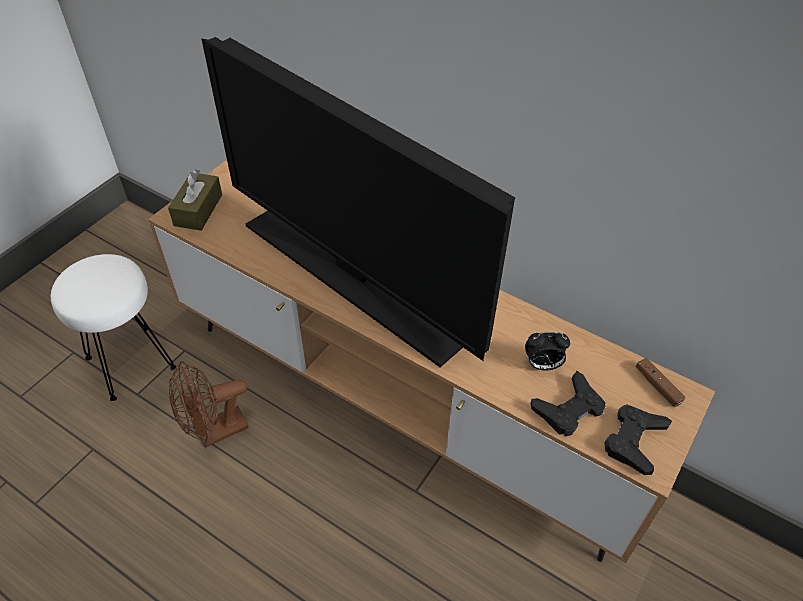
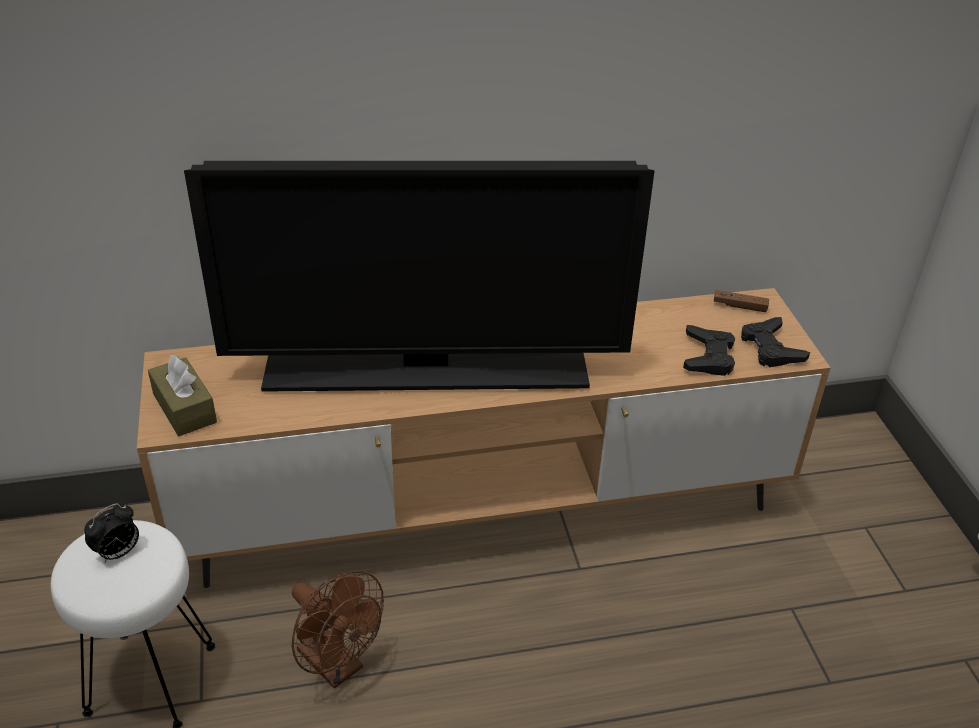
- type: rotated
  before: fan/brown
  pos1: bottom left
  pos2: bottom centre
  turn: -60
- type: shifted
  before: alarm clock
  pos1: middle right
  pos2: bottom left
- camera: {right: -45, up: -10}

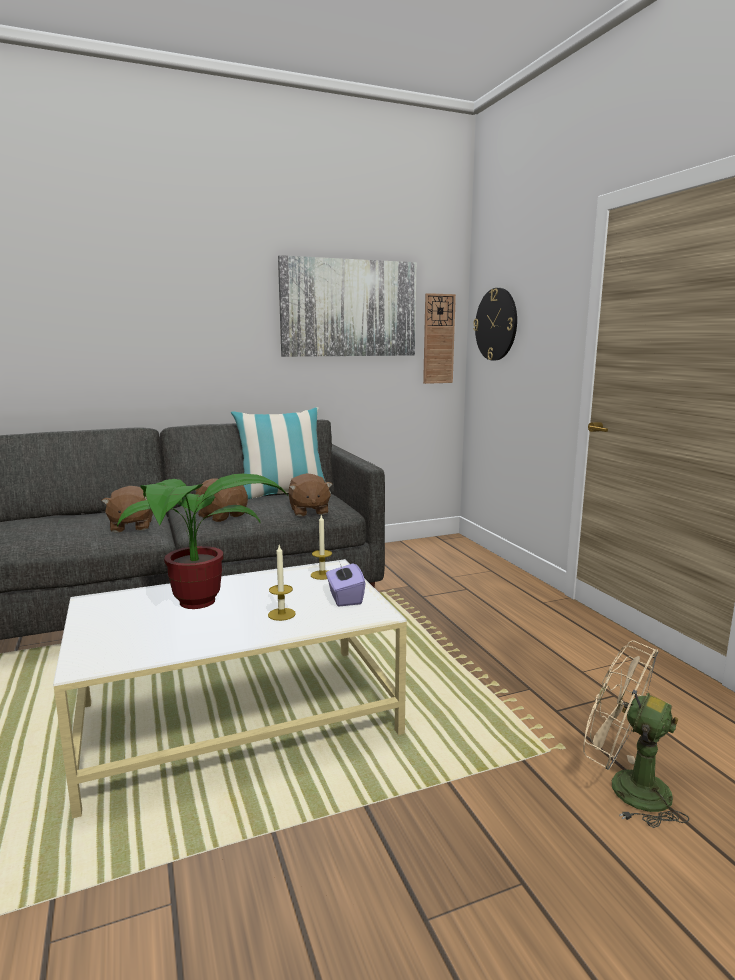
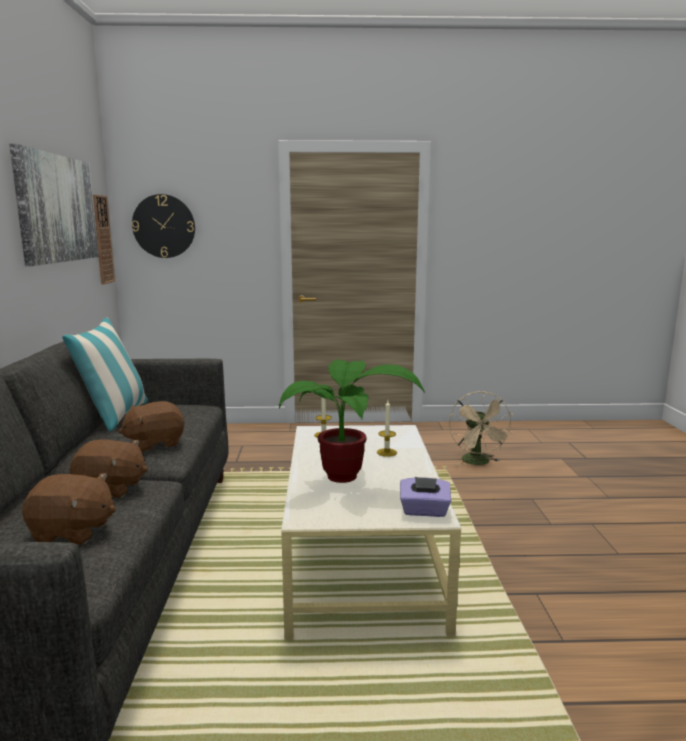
- type: shifted
  before: plush toy/brown (no. 3 from left in the first image)
  after: plush toy/brown (no. 1 from left)
  pos1: centre
  pos2: bottom left
- type: shifted
  before: tissue box/purple
  pos1: centre
  pos2: bottom centre
- type: rotated
  before: fan/beige
  pos1: bottom right
  pos2: middle right
  turn: -60
- camera: {right: -70, up: 0}

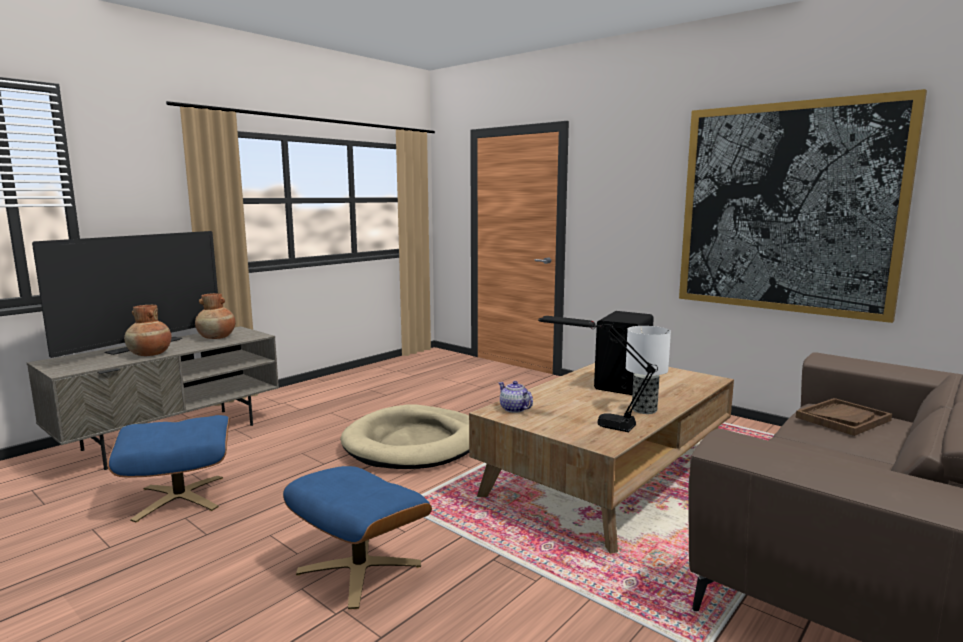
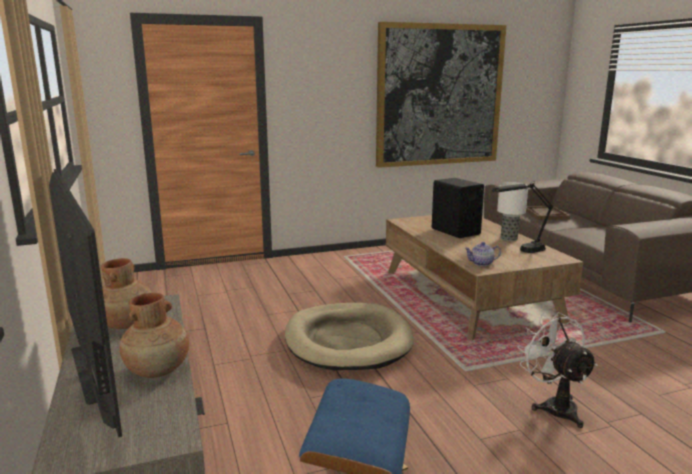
- type: swapped
  before: ottoman/blue (no. 2 from left)
  after: fan/white
  pos1: bottom centre
  pos2: bottom right
- camera: {right: -60, up: 5}

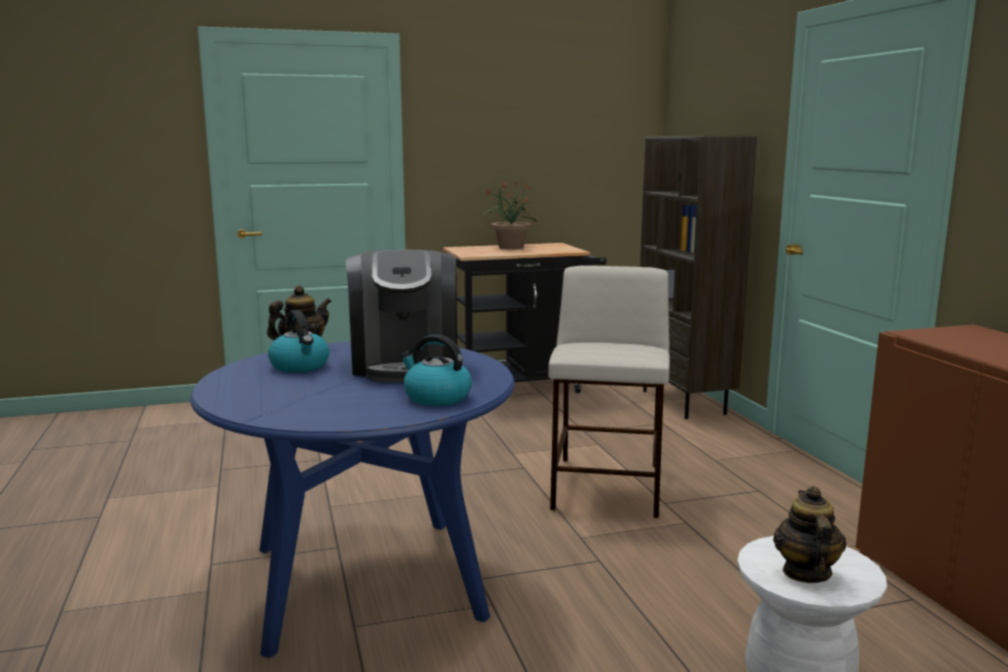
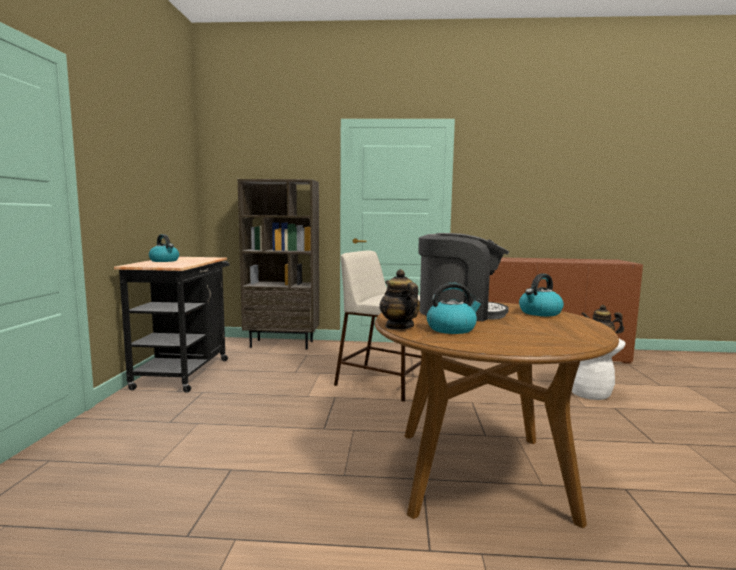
- type: repainted
  before: dining table/blue
  after: dining table/brown
  pos1: bottom centre
  pos2: bottom right
- type: swapped
  before: potted plant
  after: kettle (no. 1 from left)
  pos1: top centre
  pos2: middle left
- camera: {right: -70, up: -5}

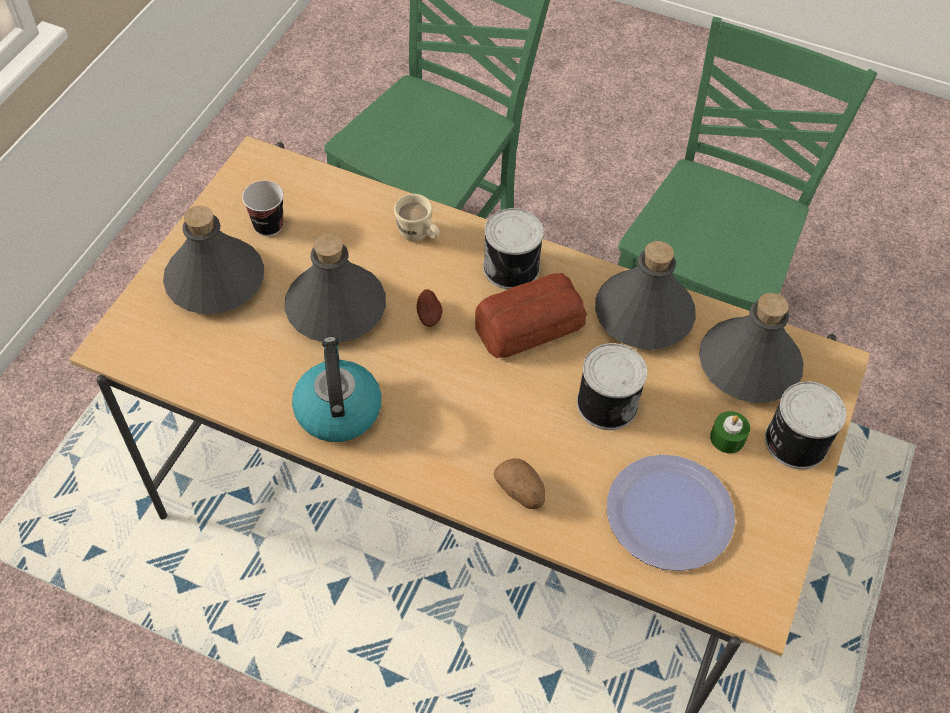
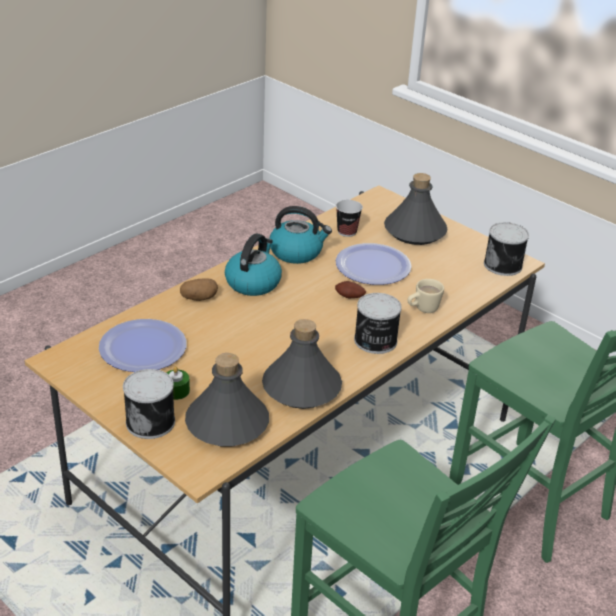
- type: shifted
  before: cup
  pos1: top left
  pos2: centre
- type: swapped
  before: bottle/grey (no. 2 from left)
  after: plate (no. 2 from left)
  pos1: centre
  pos2: centre
- type: gone
  before: bread
  pos1: centre
- type: shifted
  before: can (no. 2 from left in the first image)
  after: can (no. 3 from left)
  pos1: centre
  pos2: middle right
- type: new
  after: kettle (no. 1 from left)
  pos2: centre
- camera: {right: 110, up: -20}

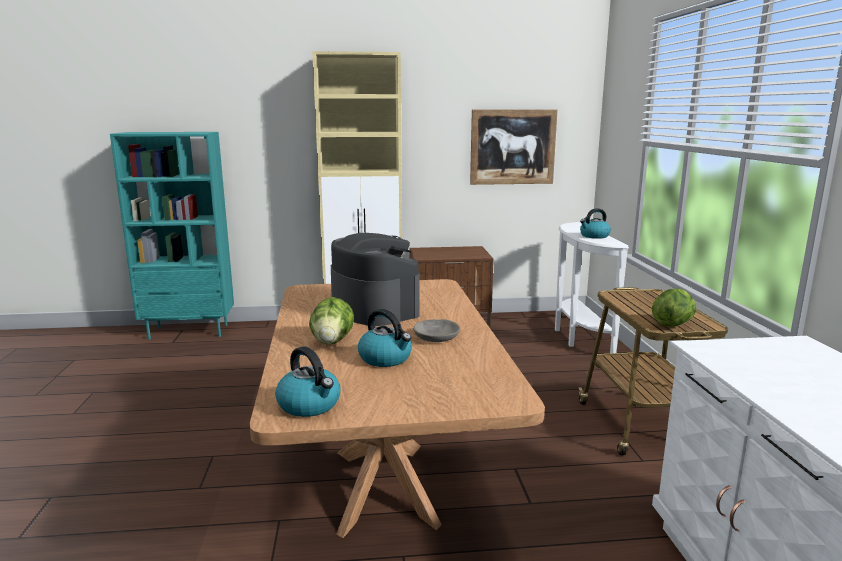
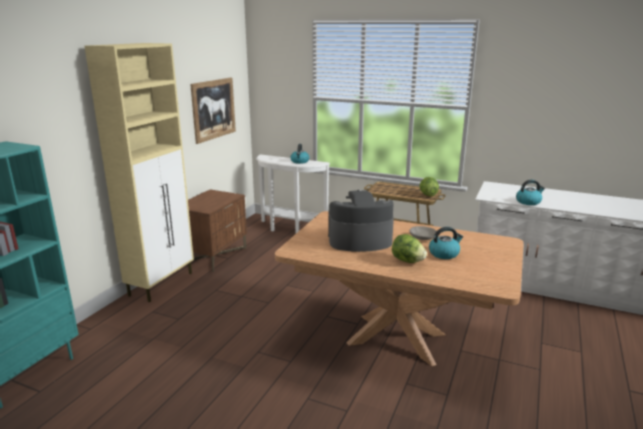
- type: shifted
  before: kettle (no. 1 from left in the first image)
  after: kettle (no. 3 from left)
  pos1: bottom centre
  pos2: middle right
- camera: {right: -60, up: 5}

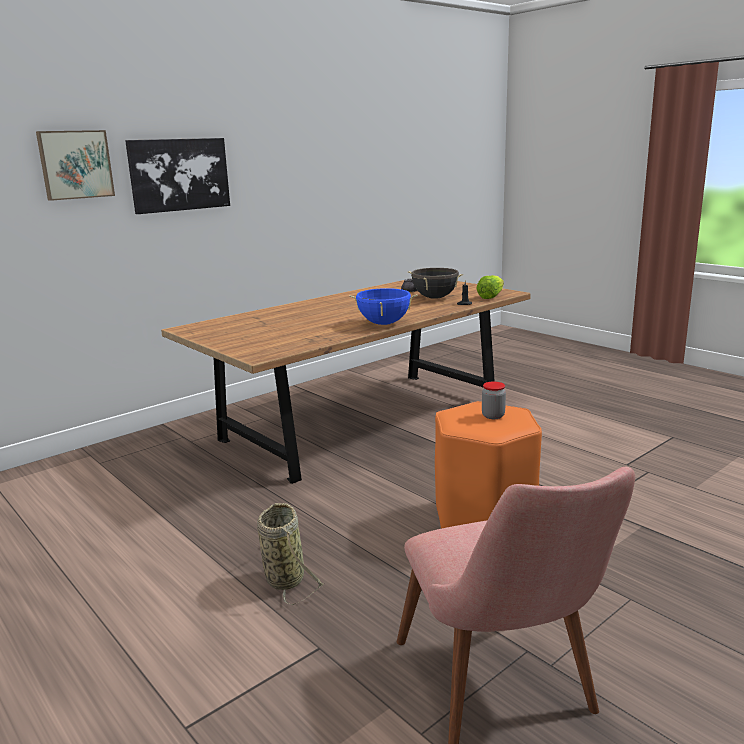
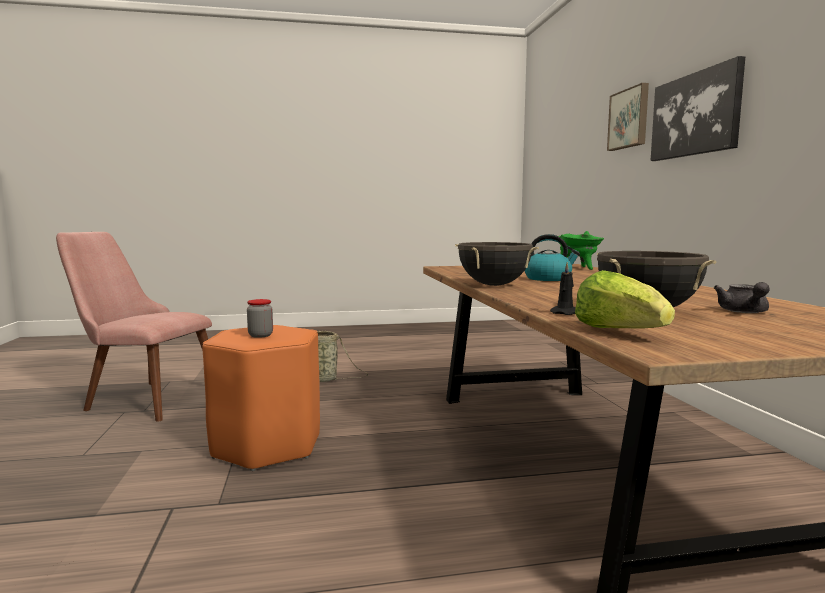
- type: repainted
  before: cooking pot/blue
  after: cooking pot/black (no. 1 from left)
  pos1: centre
  pos2: centre
- type: new
  after: kettle
  pos2: middle right
- type: new
  after: cooking pot/green
  pos2: middle right
- camera: {right: 120, up: -10}

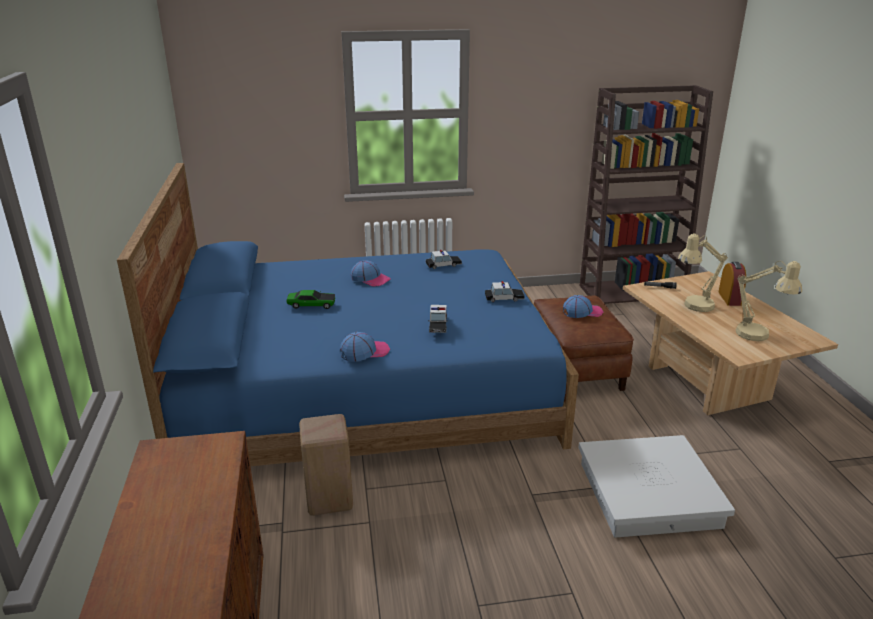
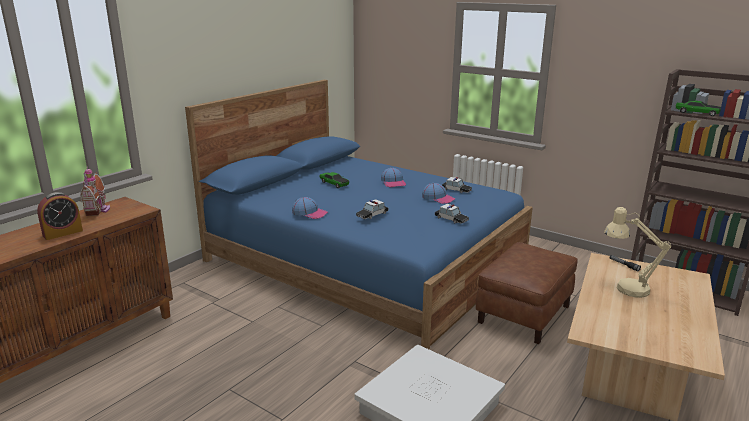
- type: gone
  before: stool/beige
  pos1: bottom centre
- type: shifted
  before: cap (no. 3 from left)
  pos1: middle right
  pos2: centre
- type: shifted
  before: alarm clock
  pos1: middle right
  pos2: middle left
- type: gone
  before: table lamp/beige (no. 2 from left)
  pos1: middle right
- type: new
  after: toy house
  pos2: middle left
- type: new
  after: toy car (no. 5 from left)
  pos2: top right
- camera: {right: 45, up: -5}

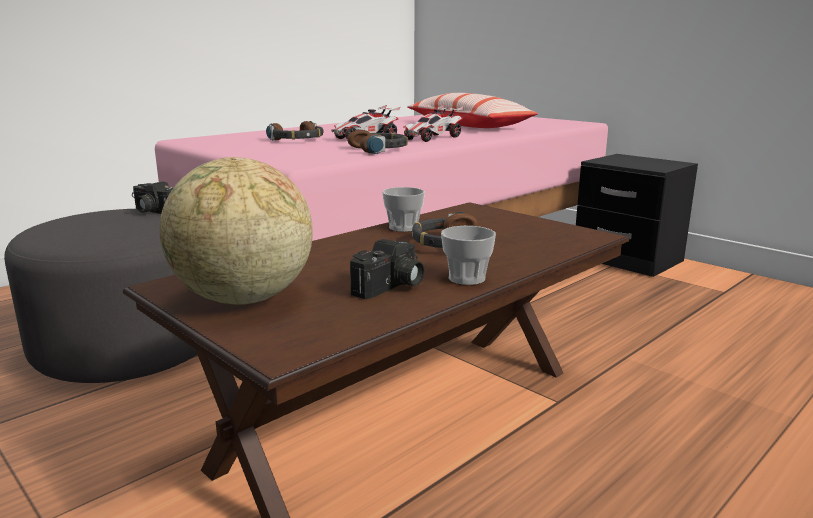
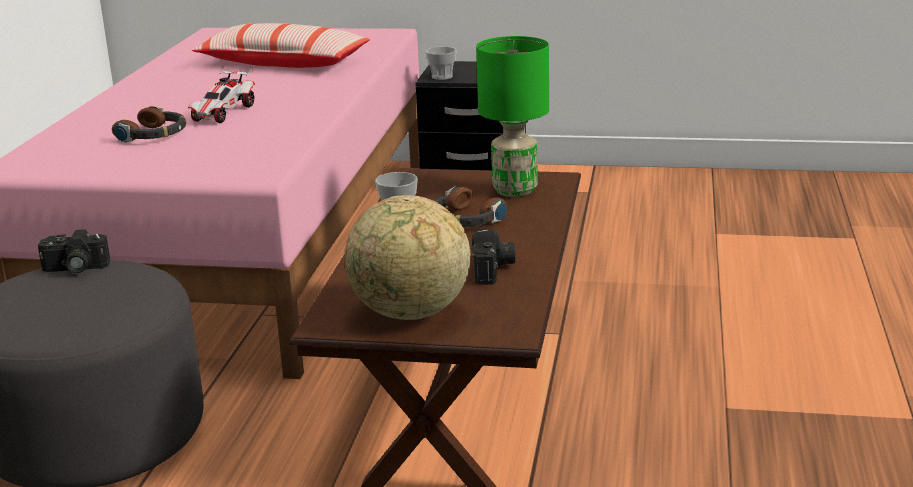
- type: gone
  before: headphones (no. 2 from left)
  pos1: top centre
- type: gone
  before: toy car (no. 2 from left)
  pos1: top centre
- type: shifted
  before: cup (no. 2 from left)
  pos1: centre
  pos2: top centre
- type: new
  after: table lamp/green
  pos2: top centre
- camera: {right: -35, up: 5}

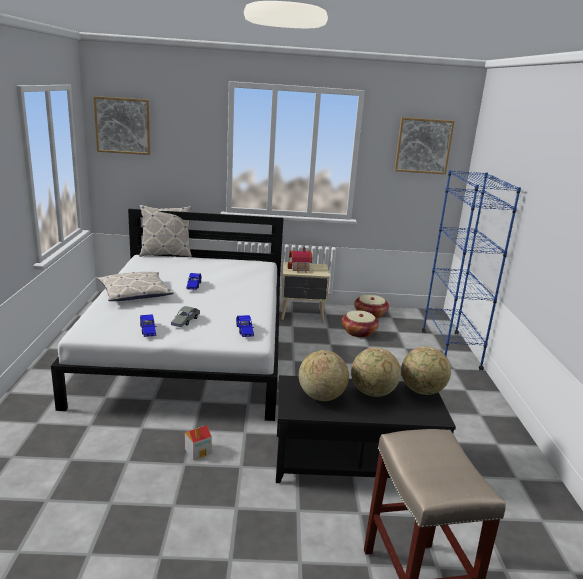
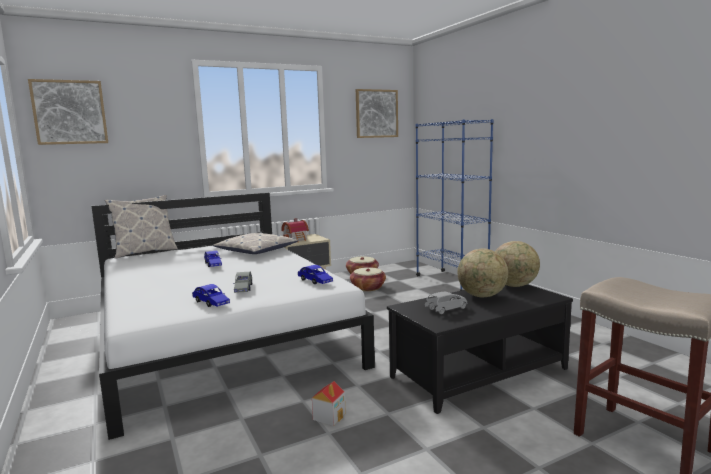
- type: shifted
  before: pillow (no. 1 from left in the first image)
  after: pillow (no. 2 from left)
  pos1: middle left
  pos2: centre
- type: swapped
  before: globe (no. 1 from left)
  after: toy car/grey (no. 2 from left)
  pos1: centre
  pos2: centre
- camera: {right: -25, up: -10}

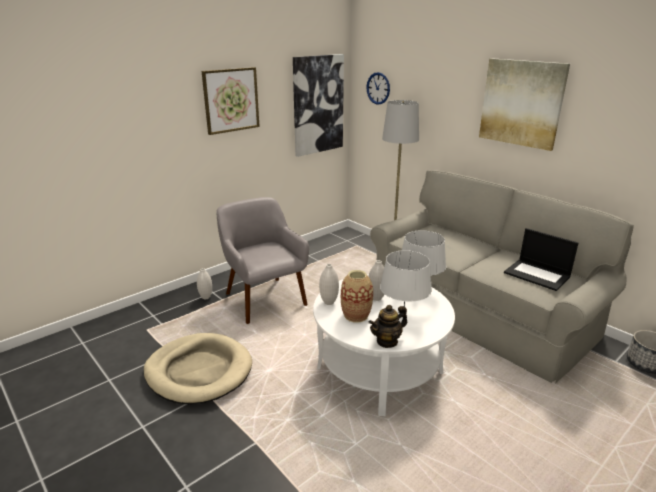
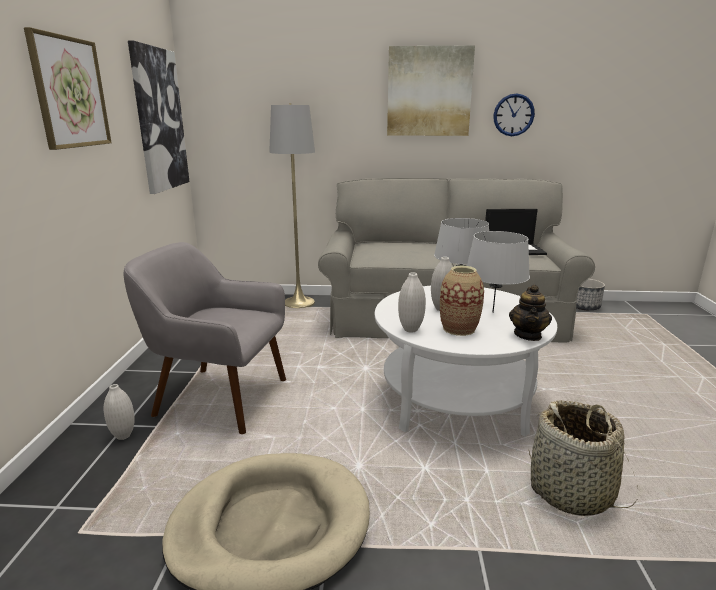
- type: shifted
  before: wall clock
  pos1: top centre
  pos2: top right
- type: new
  after: basket
  pos2: bottom right
- camera: {right: -45, up: -5}

